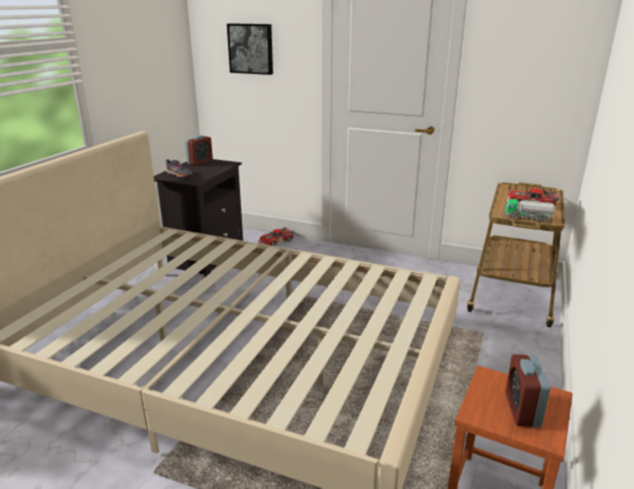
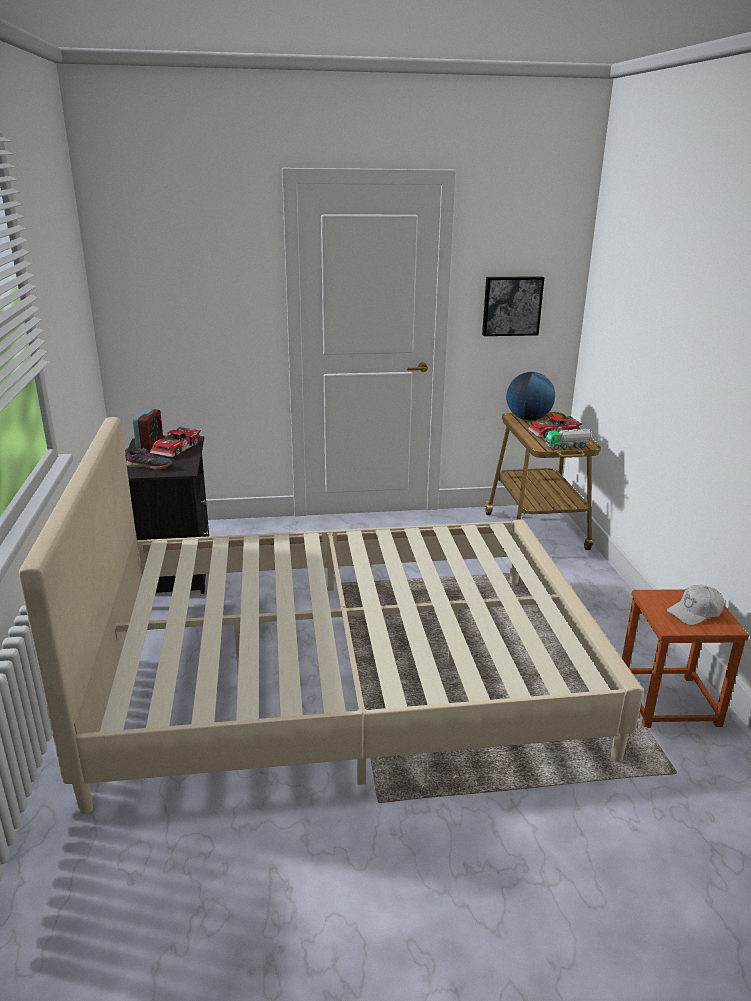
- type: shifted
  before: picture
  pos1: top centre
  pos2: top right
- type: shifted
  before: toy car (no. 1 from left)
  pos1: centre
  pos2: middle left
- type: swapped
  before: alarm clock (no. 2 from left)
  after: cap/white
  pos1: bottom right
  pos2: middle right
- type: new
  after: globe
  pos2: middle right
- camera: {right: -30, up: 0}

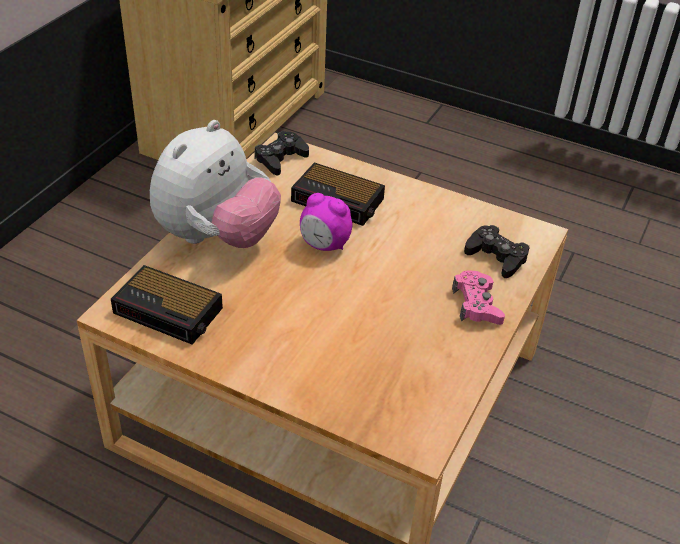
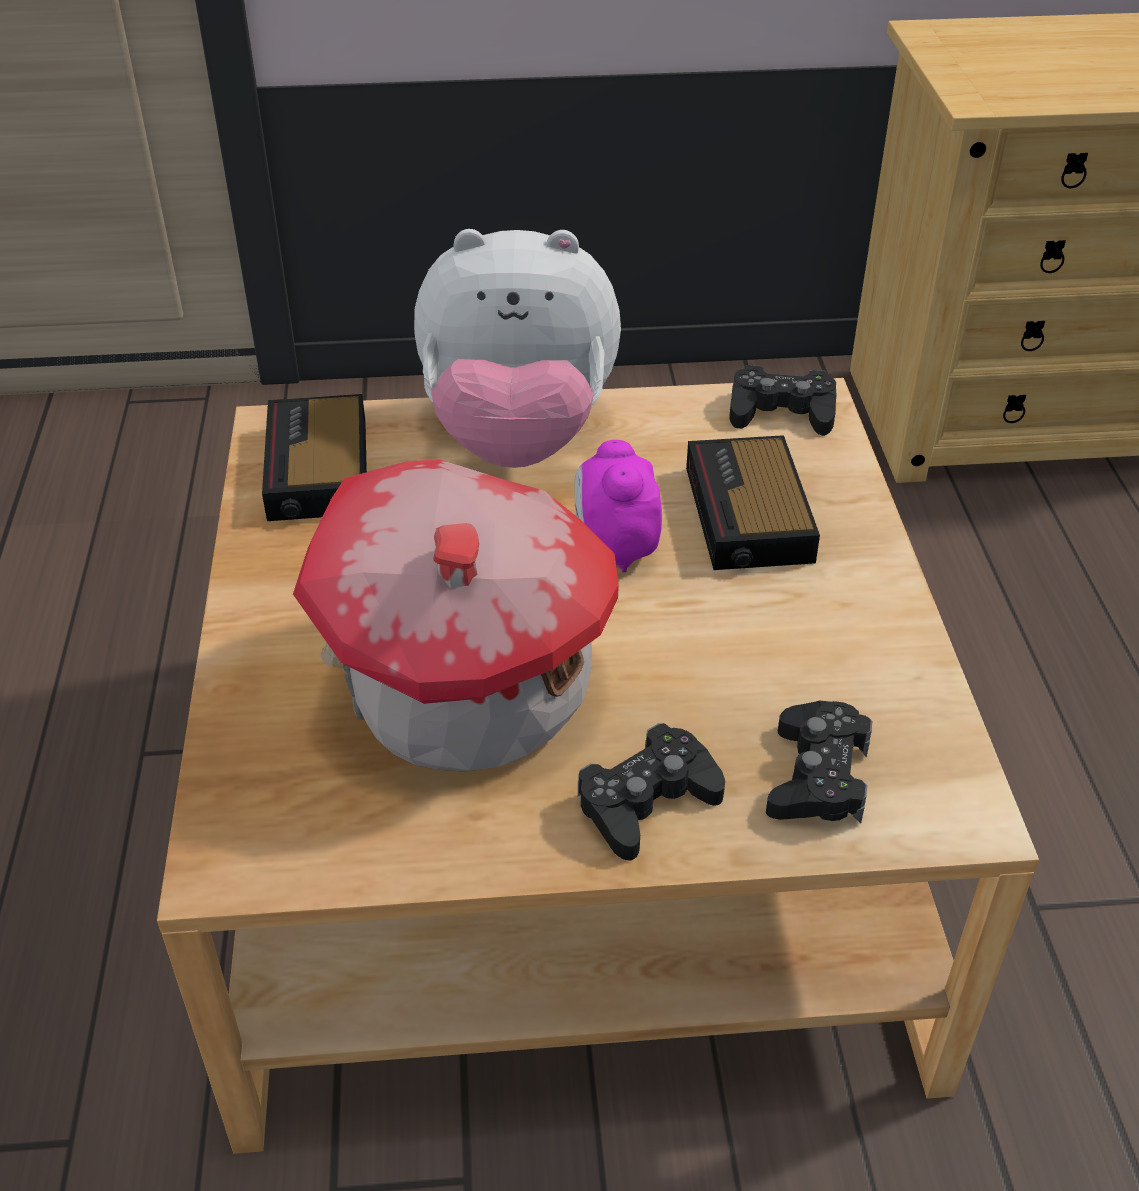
- type: repainted
  before: game controller/pink
  after: game controller/black (no. 1 from left)
  pos1: middle right
  pos2: centre
- type: new
  after: toy house
  pos2: centre
- camera: {right: 60, up: 0}

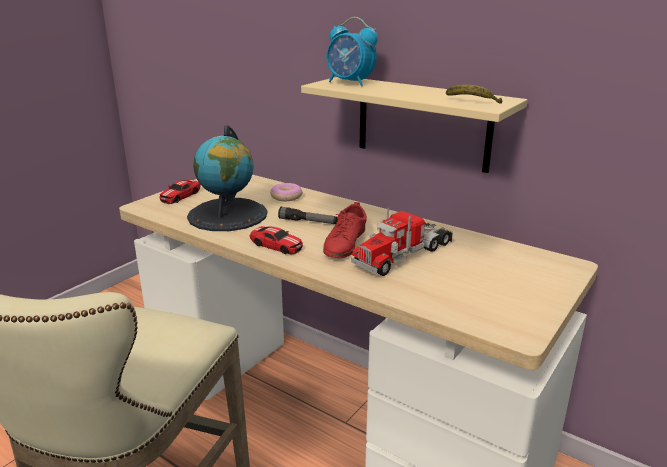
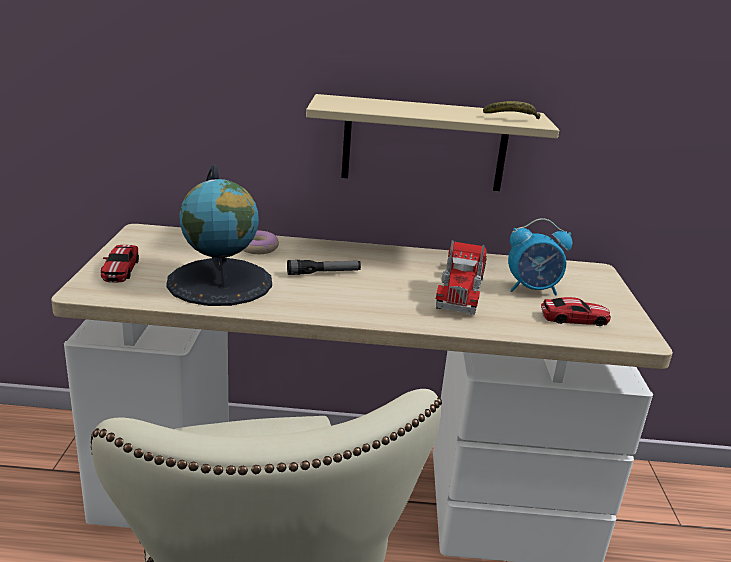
- type: shifted
  before: toy car (no. 2 from left)
  pos1: centre
  pos2: middle right
- type: gone
  before: shoe/red
  pos1: centre
- type: shifted
  before: alarm clock
  pos1: top centre
  pos2: middle right
- camera: {right: -35, up: 0}

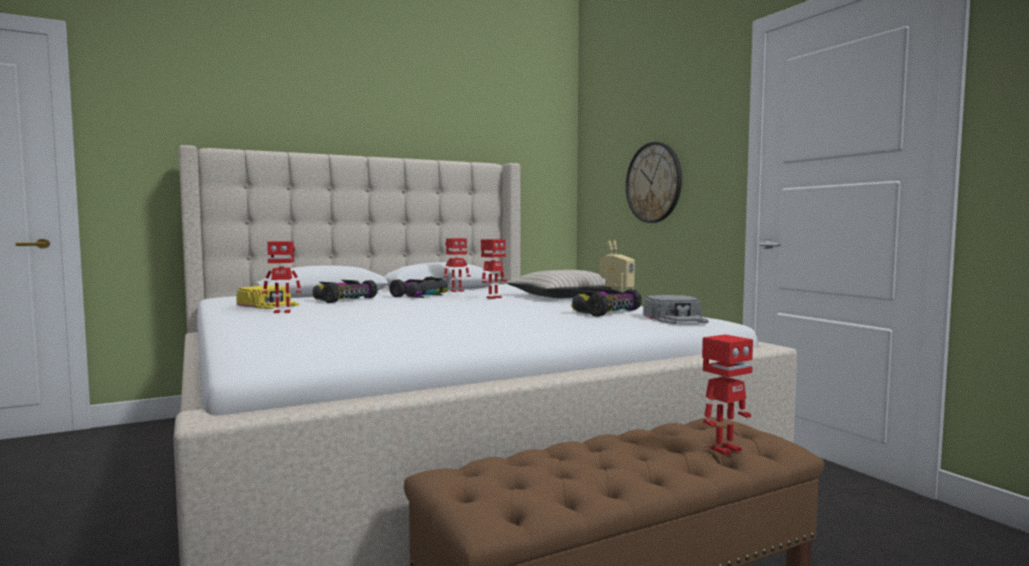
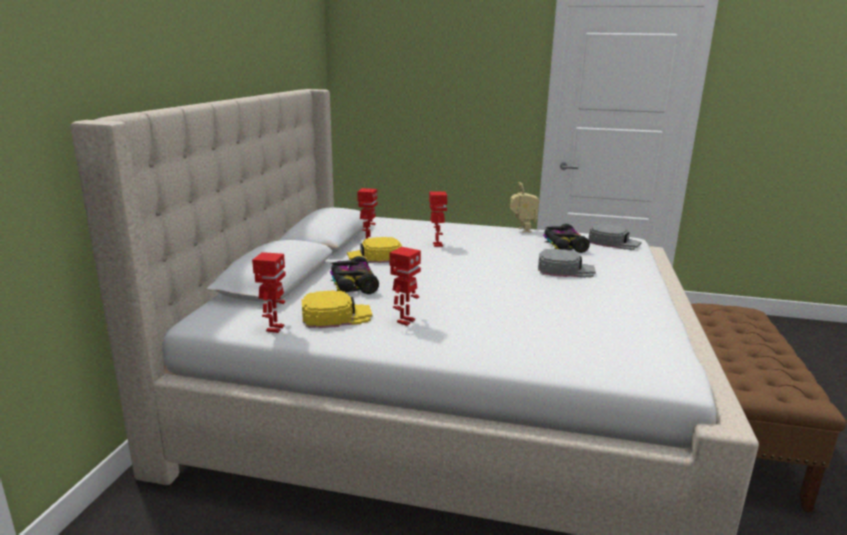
- type: swapped
  before: toy car (no. 2 from left)
  after: cap/yellow (no. 2 from left)
  pos1: centre
  pos2: centre
- type: gone
  before: pillow/beige
  pos1: centre
- type: gone
  before: wall clock
  pos1: top centre
- type: shifted
  before: toy robot (no. 5 from left in the first image)
  after: toy robot (no. 1 from left)
  pos1: bottom right
  pos2: middle left
- type: new
  after: cap/grey (no. 1 from left)
  pos2: middle right
- camera: {right: -50, up: 15}

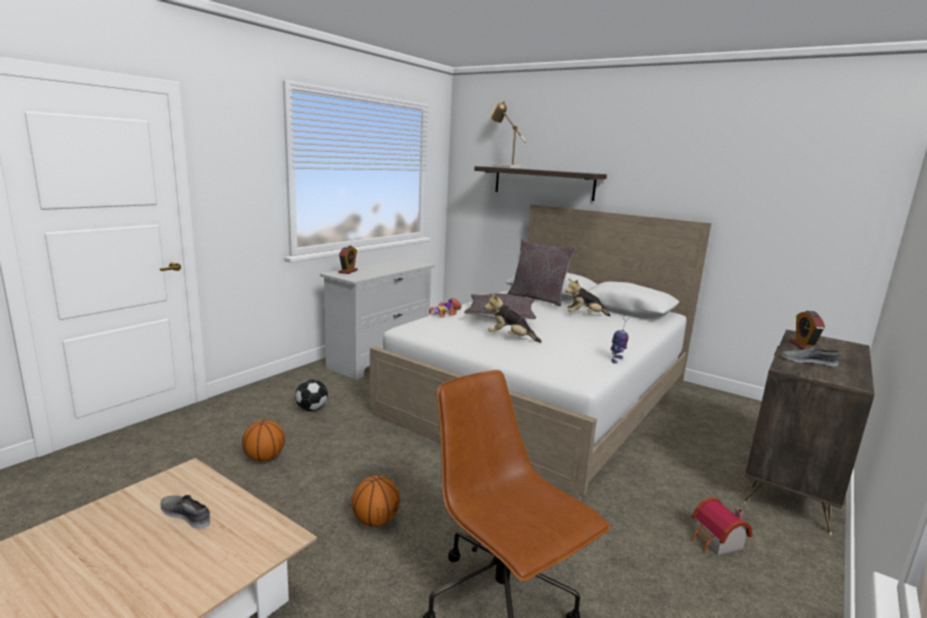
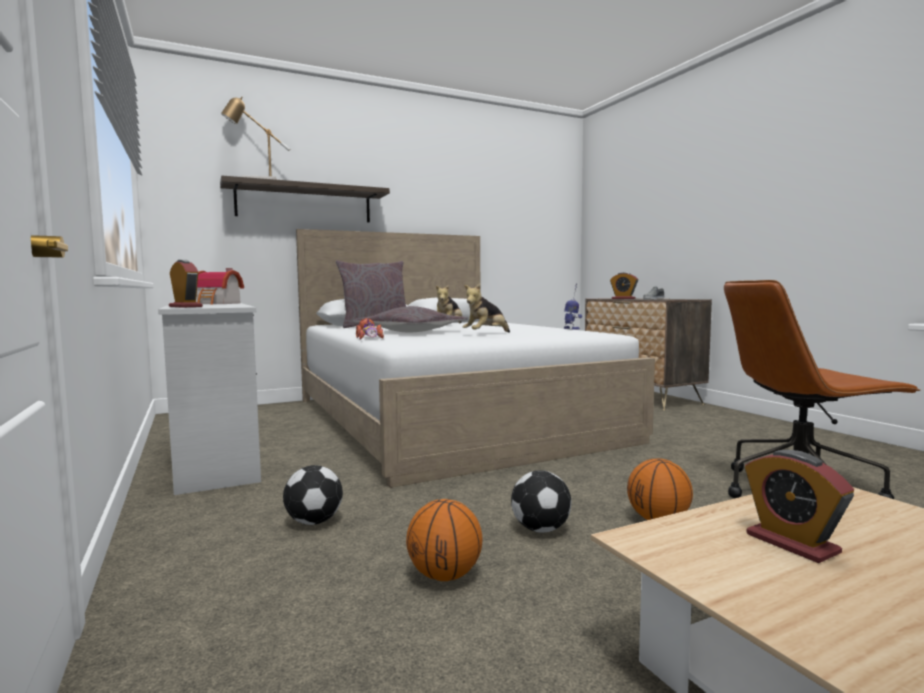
- type: swapped
  before: shoe/grey (no. 1 from left)
  after: alarm clock (no. 3 from left)
  pos1: bottom left
  pos2: bottom right
- type: shifted
  before: toy house
  pos1: bottom right
  pos2: middle left
- type: new
  after: football (no. 2 from left)
  pos2: bottom centre
- camera: {right: -60, up: -10}

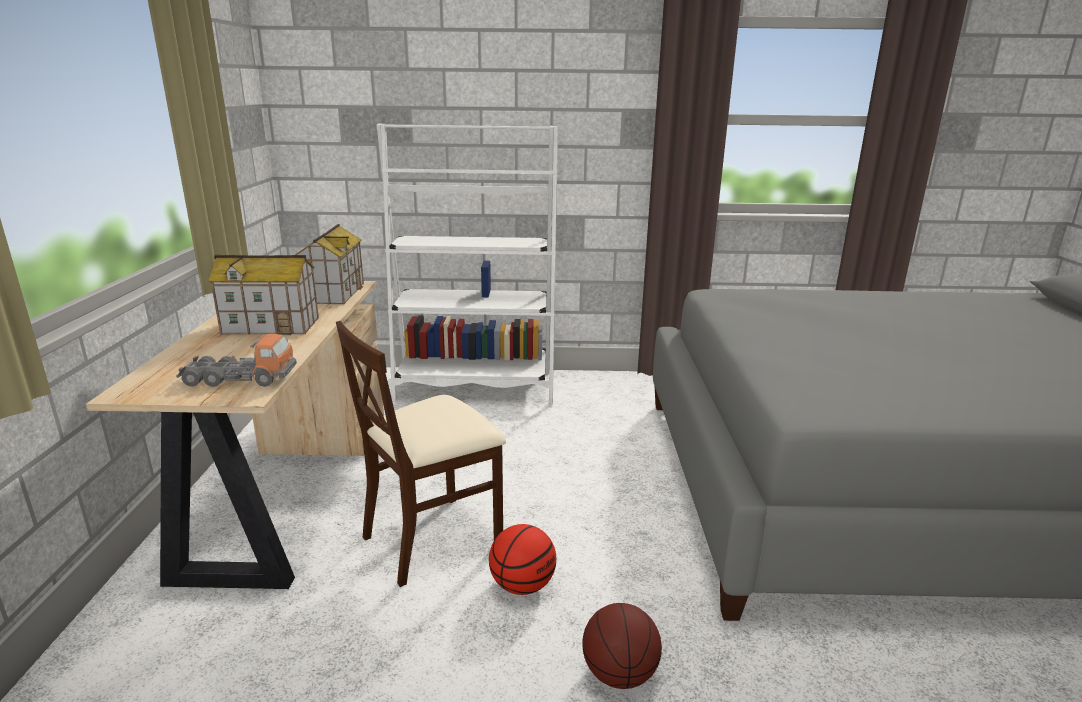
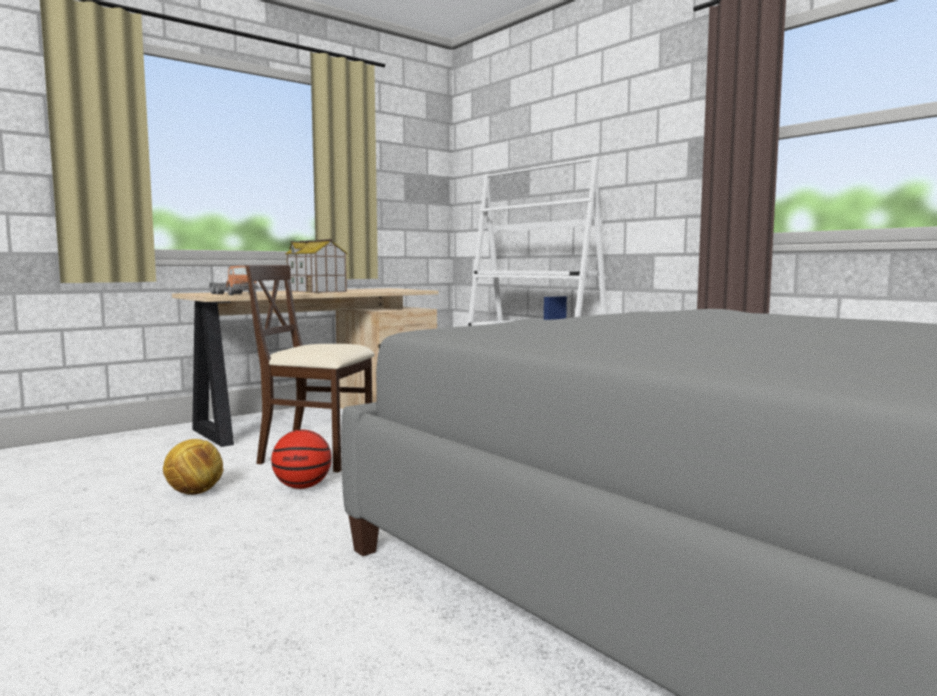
- type: gone
  before: toy house (no. 2 from left)
  pos1: middle left
- type: gone
  before: basketball (no. 2 from left)
  pos1: bottom centre
- type: new
  after: football
  pos2: bottom left
- camera: {right: 50, up: -15}

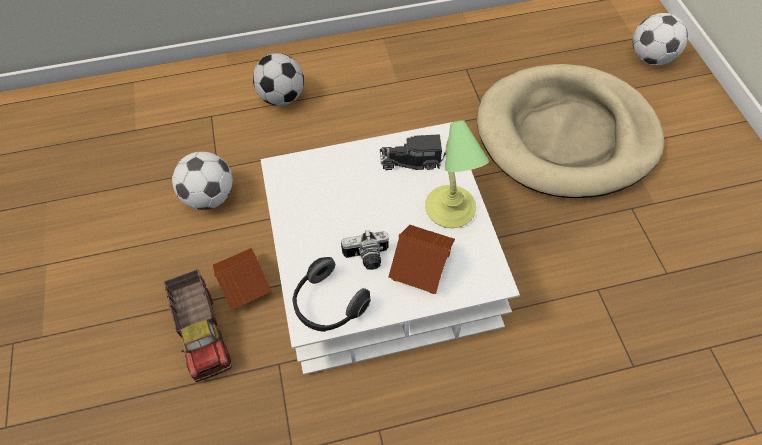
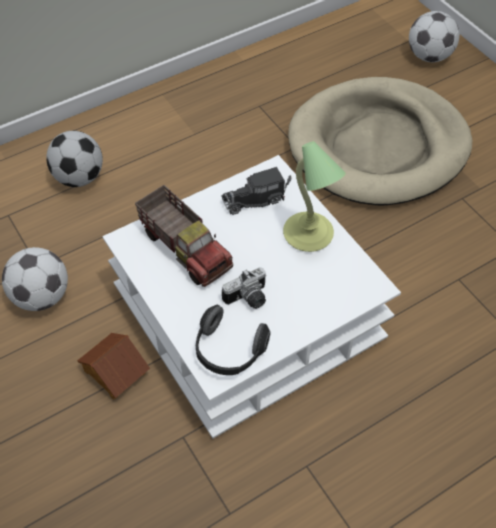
- type: shifted
  before: toy truck (no. 1 from left)
  pos1: bottom left
  pos2: centre
- type: gone
  before: toy house (no. 2 from left)
  pos1: centre
- camera: {right: -20, up: -5}

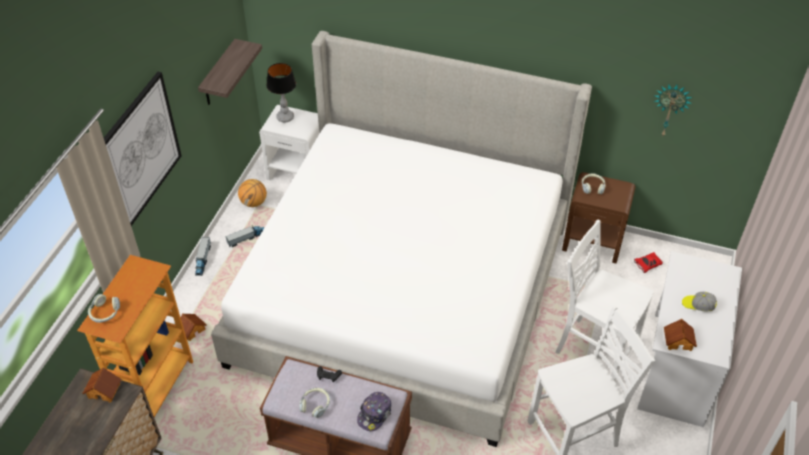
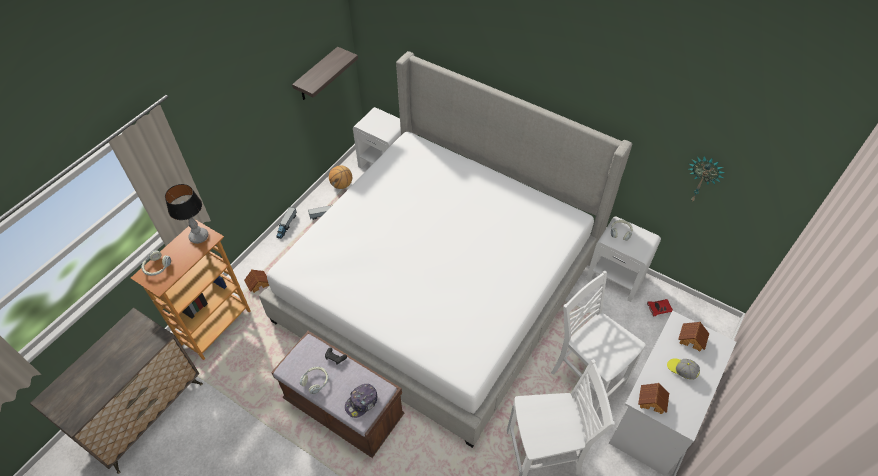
- type: shifted
  before: toy house (no. 1 from left in the first image)
  after: toy house (no. 3 from left)
  pos1: bottom left
  pos2: bottom right
- type: gone
  before: picture
  pos1: top left
- type: shifted
  before: table lamp
  pos1: top centre
  pos2: middle left
- type: repainted
  before: nightstand/brown
  after: nightstand/white (no. 2 from left)
  pos1: middle right
  pos2: middle right
- camera: {right: 15, up: 5}

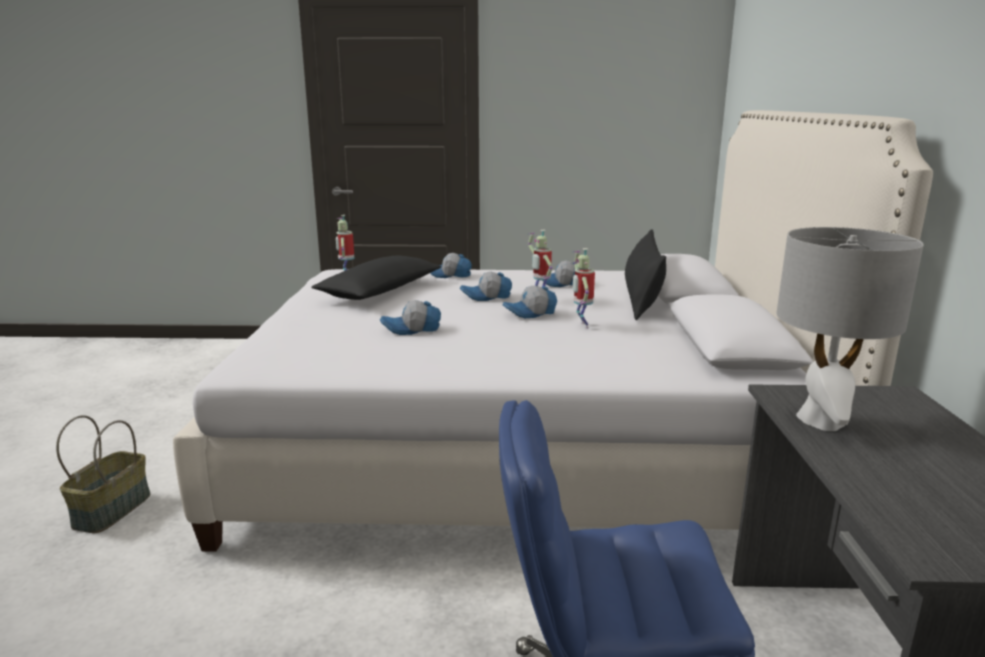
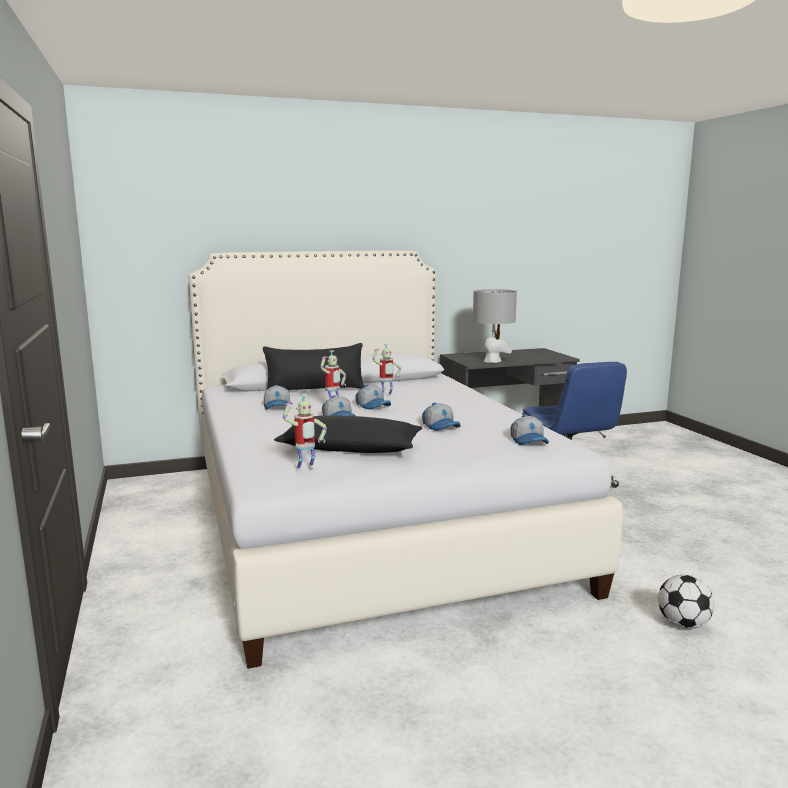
- type: gone
  before: basket
  pos1: bottom left
- type: shifted
  before: cap (no. 2 from left in the first image)
  after: cap (no. 5 from left)
  pos1: centre
  pos2: middle right
- type: new
  after: football
  pos2: bottom right
- camera: {right: -110, up: -5}

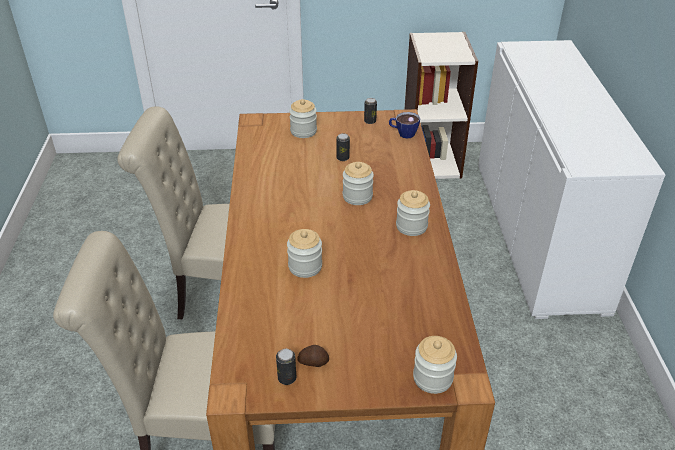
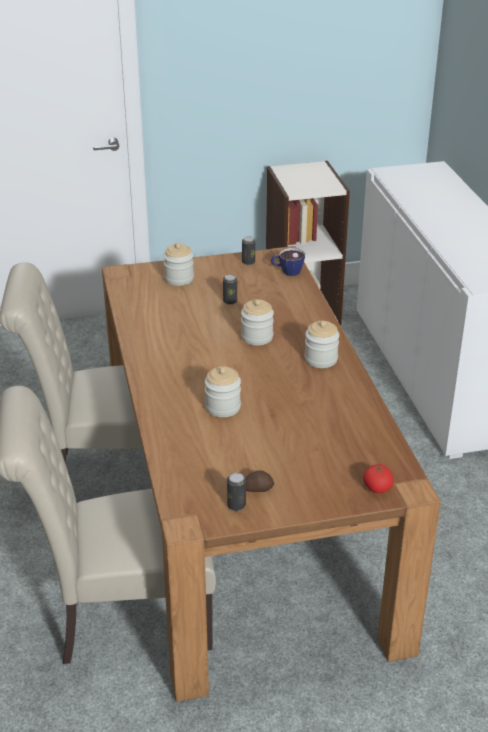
- type: swapped
  before: jar (no. 5 from left)
  after: tomato
  pos1: bottom centre
  pos2: middle right
- camera: {right: -10, up: -5}

